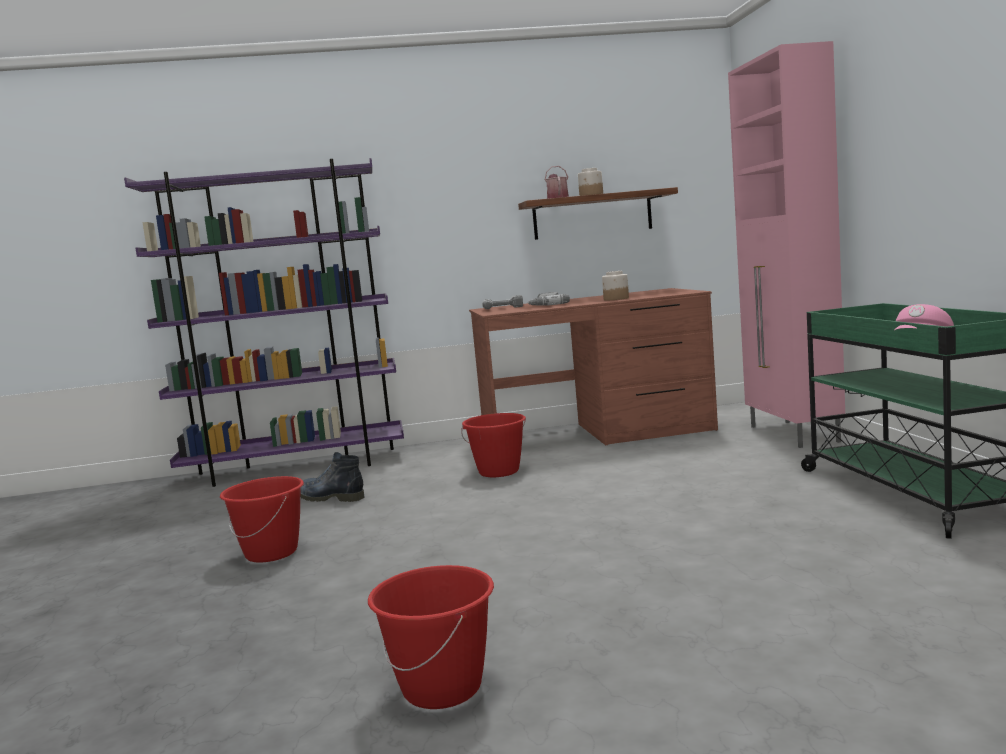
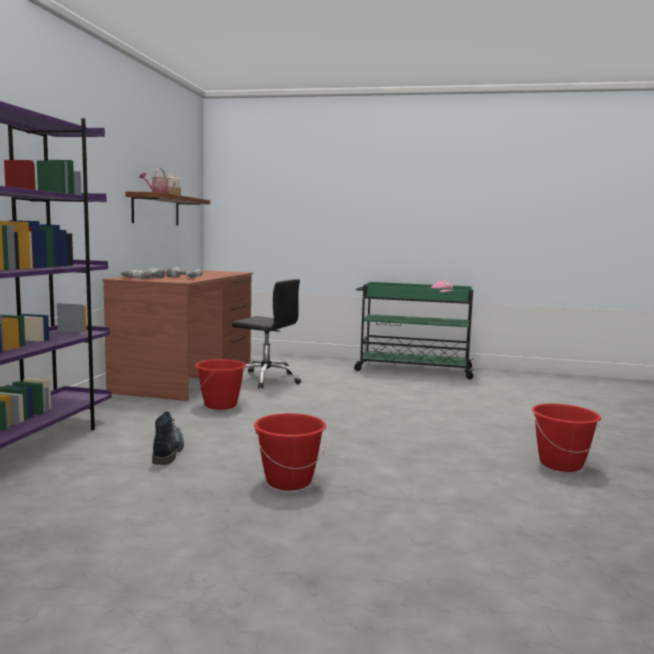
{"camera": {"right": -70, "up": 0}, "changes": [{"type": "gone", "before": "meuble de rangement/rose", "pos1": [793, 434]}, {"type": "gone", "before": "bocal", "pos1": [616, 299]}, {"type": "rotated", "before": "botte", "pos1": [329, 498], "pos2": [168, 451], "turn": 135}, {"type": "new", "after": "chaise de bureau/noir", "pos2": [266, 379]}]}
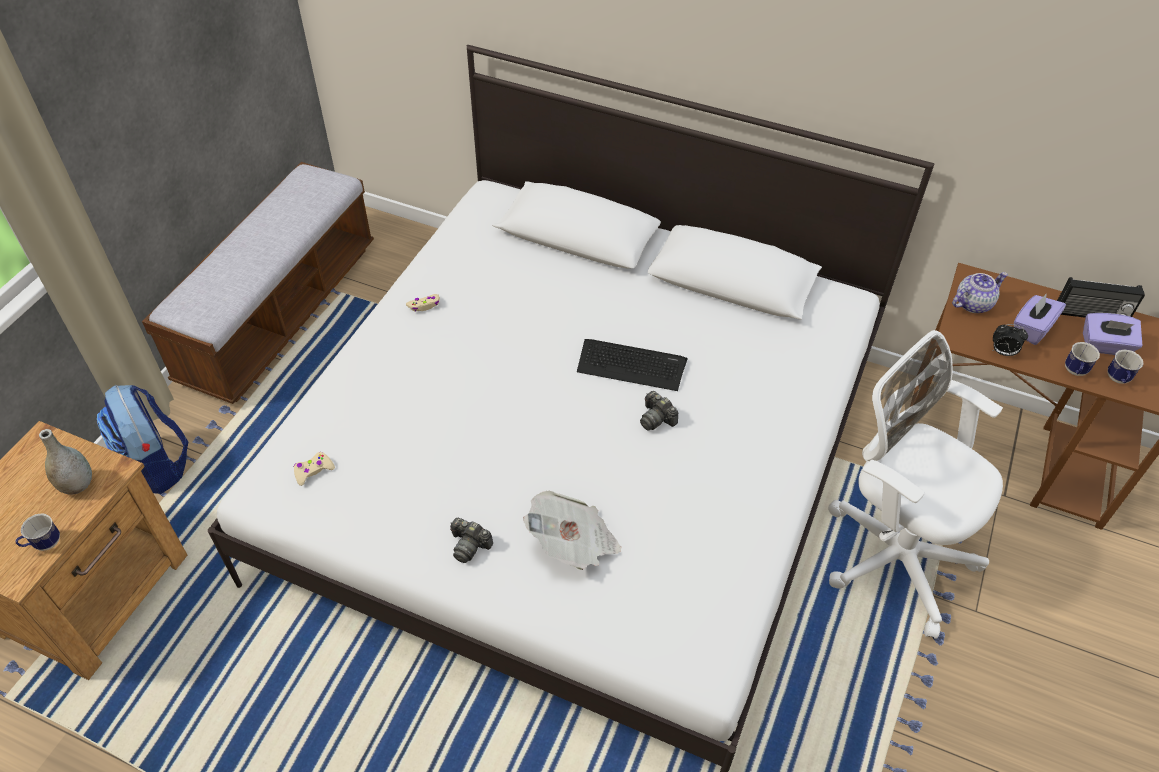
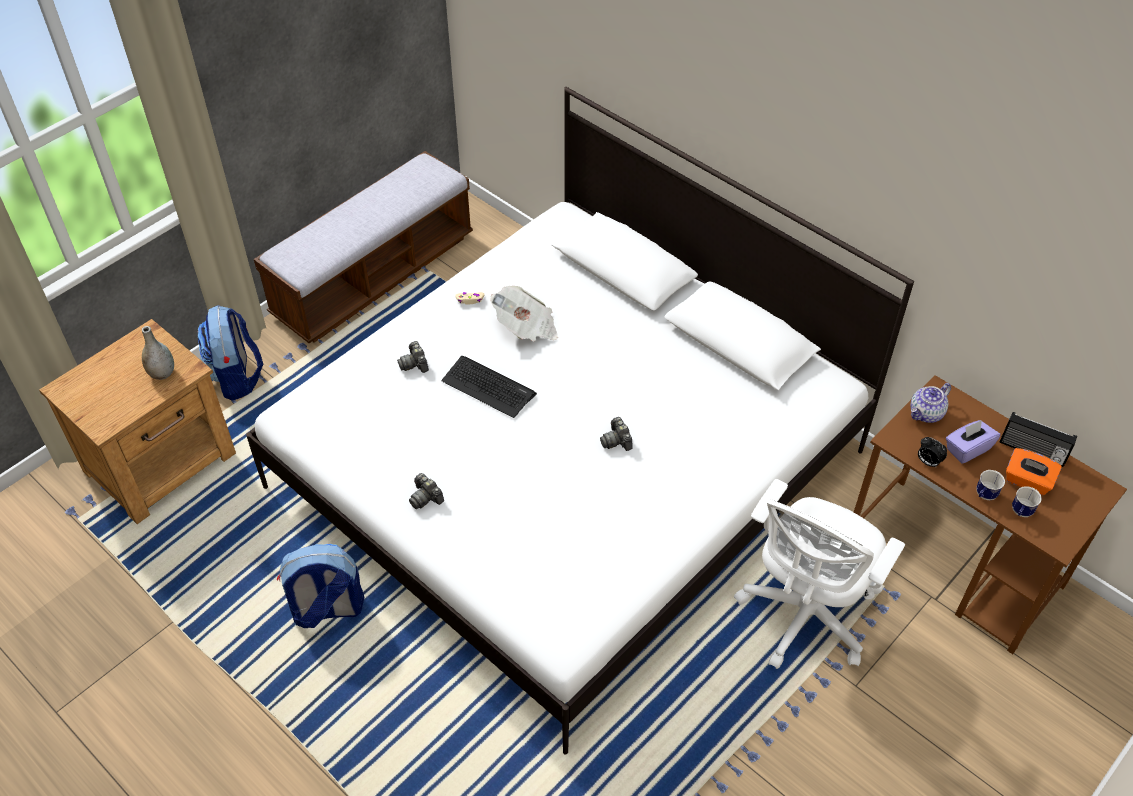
{"camera": {"right": 20, "up": 0}, "changes": [{"type": "rotated", "before": "théière", "pos1": [973, 303], "pos2": [926, 414], "turn": 150}, {"type": "repainted", "before": "boîte à mouchoirs/violet", "after": "boîte à mouchoirs/orange", "pos1": [1105, 346], "pos2": [1027, 481]}, {"type": "rotated", "before": "chaise de bureau/blanc", "pos1": [891, 553], "pos2": [804, 617], "turn": -120}, {"type": "shifted", "before": "clavier", "pos1": [631, 365], "pos2": [488, 387]}, {"type": "gone", "before": "manette/beige", "pos1": [313, 471]}, {"type": "shifted", "before": "journal", "pos1": [573, 544], "pos2": [526, 328]}, {"type": "gone", "before": "mug", "pos1": [44, 544]}, {"type": "new", "after": "appareil photo", "pos2": [414, 364]}, {"type": "new", "after": "sac à dos", "pos2": [327, 609]}]}
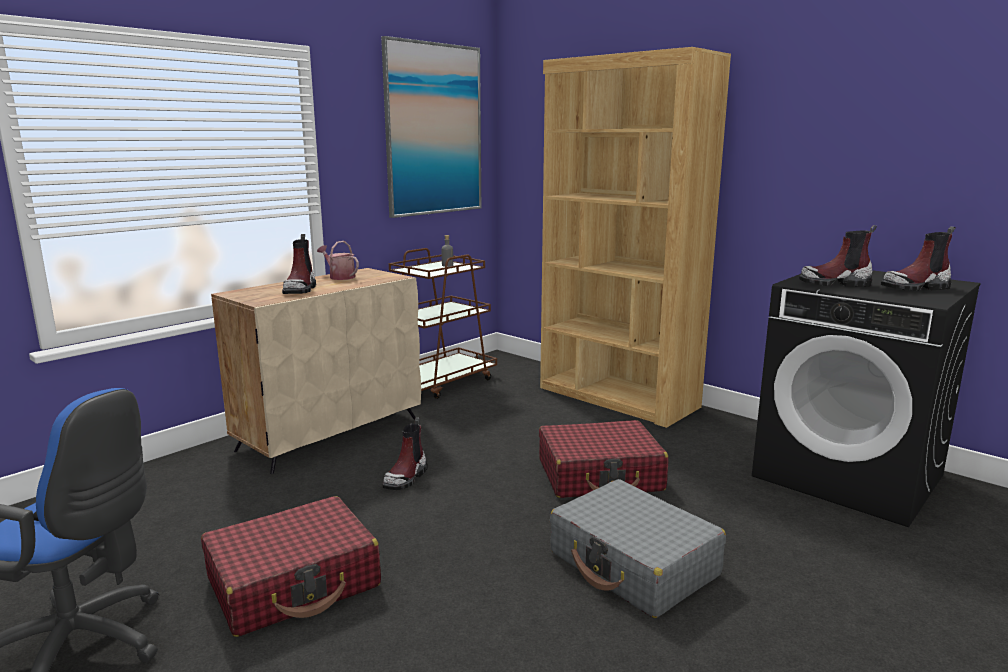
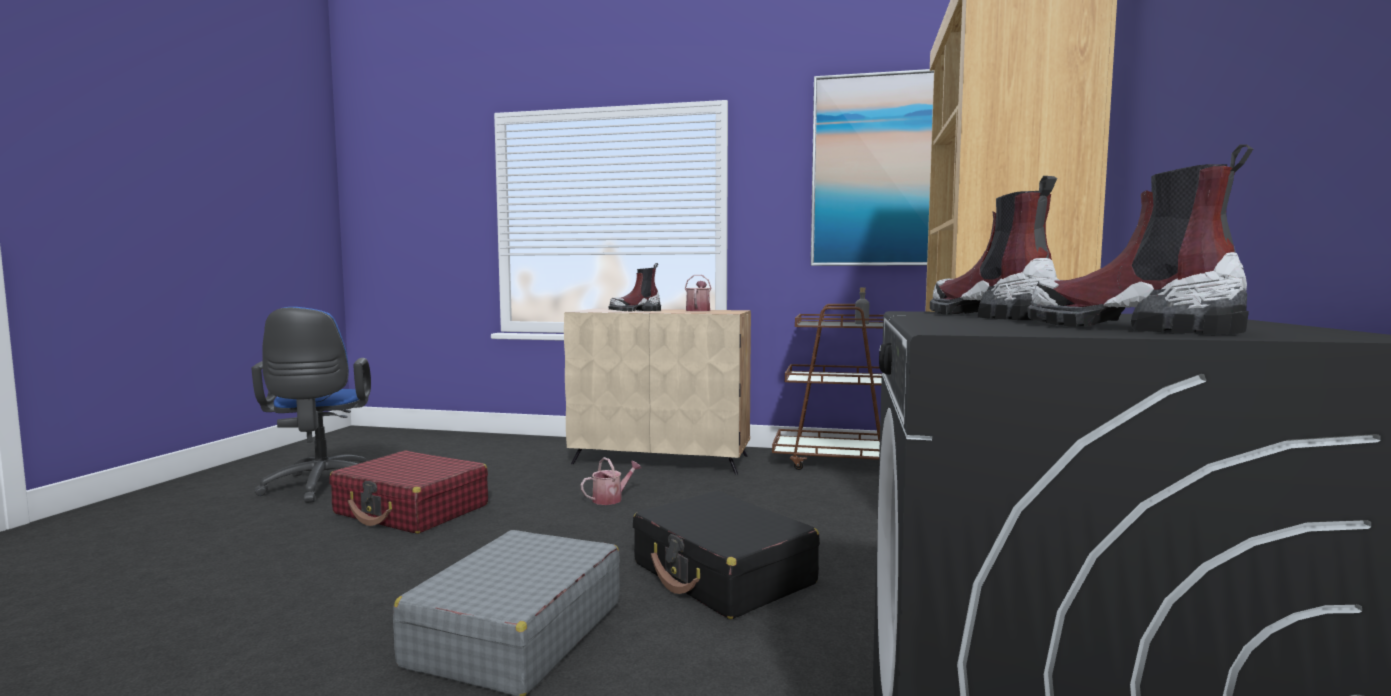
{"camera": {"right": 60, "up": -10}, "changes": [{"type": "swapped", "before": "botte", "after": "arrosoir", "pos1": [406, 477], "pos2": [611, 499]}, {"type": "repainted", "before": "valise/rouge", "after": "valise/noir", "pos1": [600, 475], "pos2": [723, 574]}]}
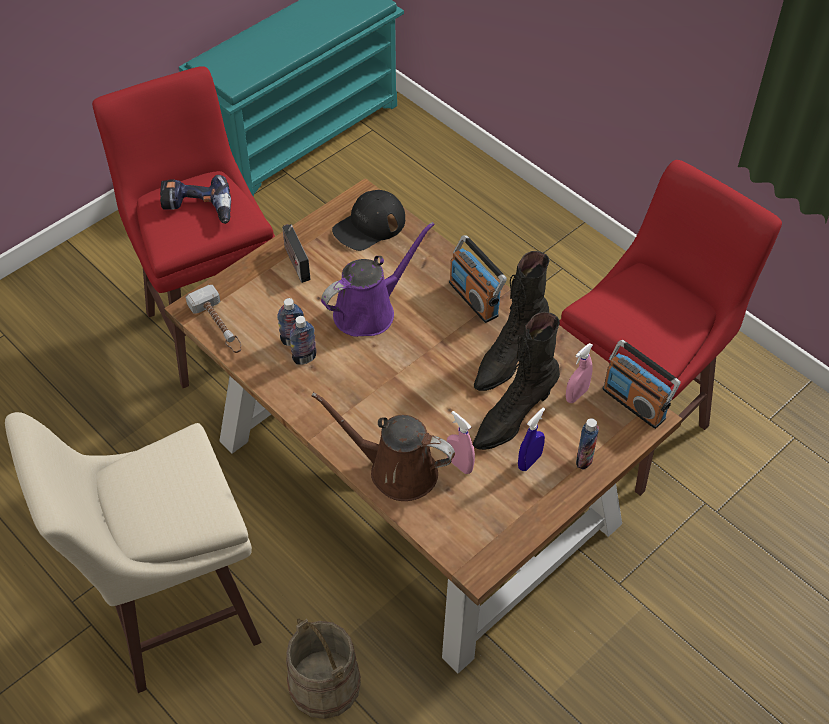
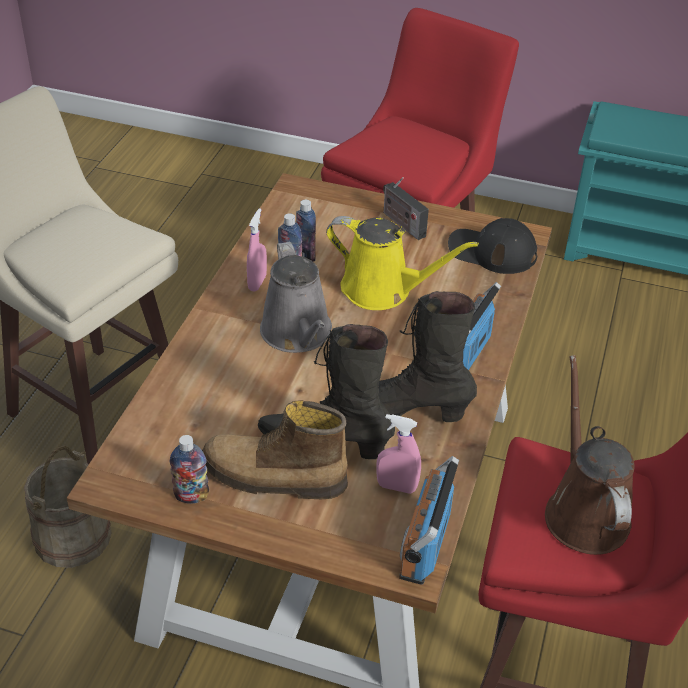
{"camera": {"right": 60, "up": -10}, "changes": [{"type": "gone", "before": "perceuse", "pos1": [197, 210]}, {"type": "repainted", "before": "arrosoir/violet", "after": "arrosoir/jaune", "pos1": [369, 311], "pos2": [383, 290]}, {"type": "rotated", "before": "radio", "pos1": [295, 262], "pos2": [401, 223], "turn": -75}, {"type": "gone", "before": "marteau", "pos1": [219, 326]}, {"type": "shifted", "before": "arrosoir/marron", "pos1": [396, 470], "pos2": [584, 511]}, {"type": "swapped", "before": "vaporisateur/bleu", "after": "botte", "pos1": [529, 461], "pos2": [273, 478]}, {"type": "shifted", "before": "vaporisateur/rose", "pos1": [459, 464], "pos2": [257, 283]}, {"type": "shifted", "before": "bouteille", "pos1": [584, 459], "pos2": [191, 496]}, {"type": "new", "after": "arrosoir/gris", "pos2": [298, 334]}]}
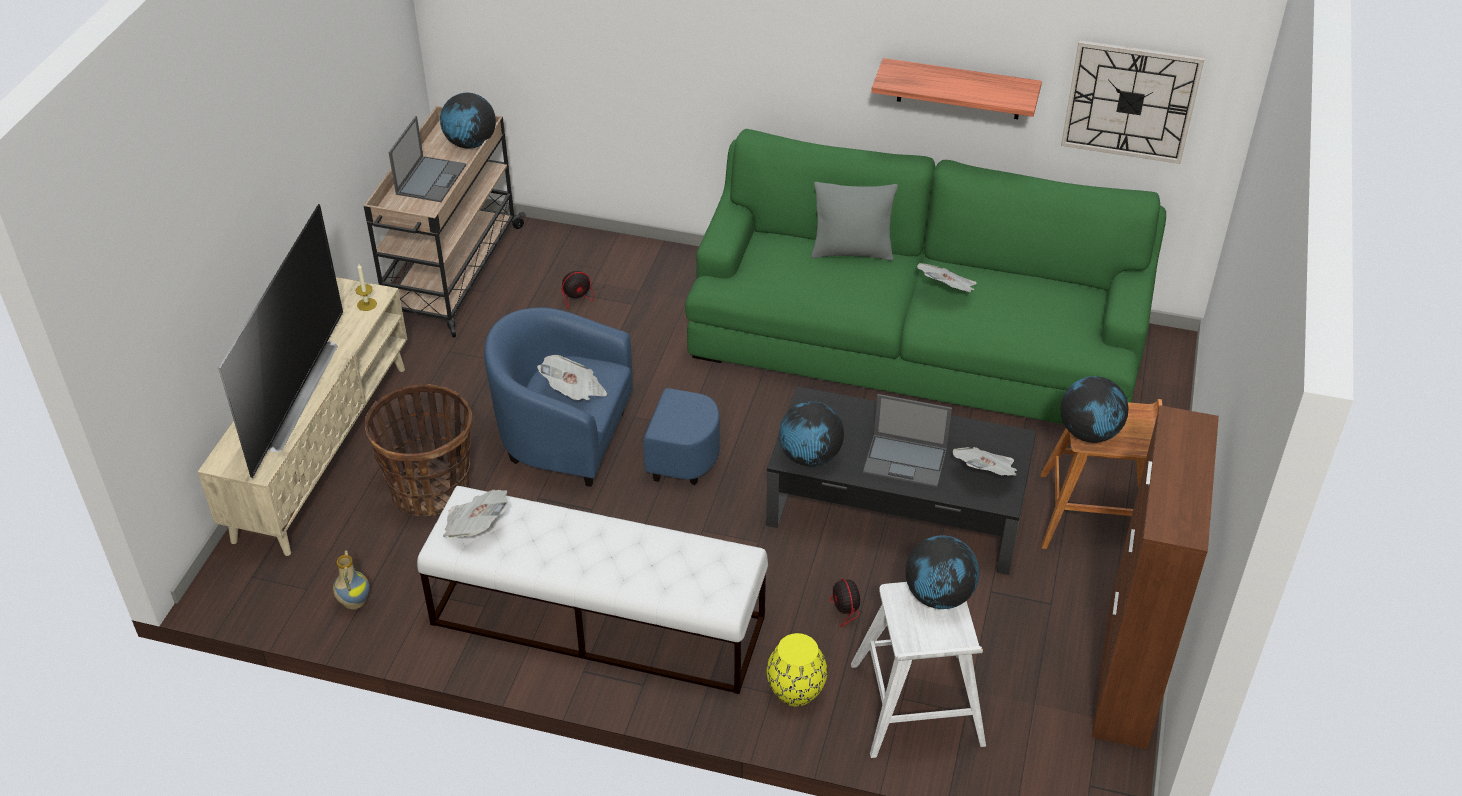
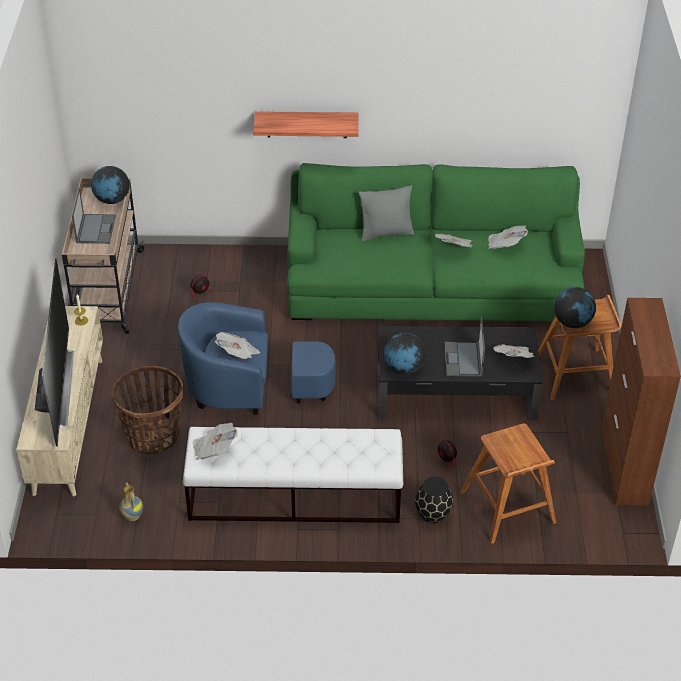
{"camera": {"right": -15, "up": 0}, "changes": [{"type": "gone", "before": "horloge murale", "pos1": [1130, 101]}, {"type": "shifted", "before": "étagère", "pos1": [959, 89], "pos2": [307, 124]}, {"type": "rotated", "before": "ordinateur portable", "pos1": [906, 460], "pos2": [463, 360], "turn": 90}, {"type": "gone", "before": "globe", "pos1": [939, 596]}, {"type": "repainted", "before": "tabouret/blanc", "after": "tabouret/marron", "pos1": [917, 705], "pos2": [508, 508]}, {"type": "repainted", "before": "vase/jaune", "after": "vase/noir", "pos1": [795, 692], "pos2": [432, 514]}, {"type": "new", "after": "journal", "pos2": [505, 245]}]}
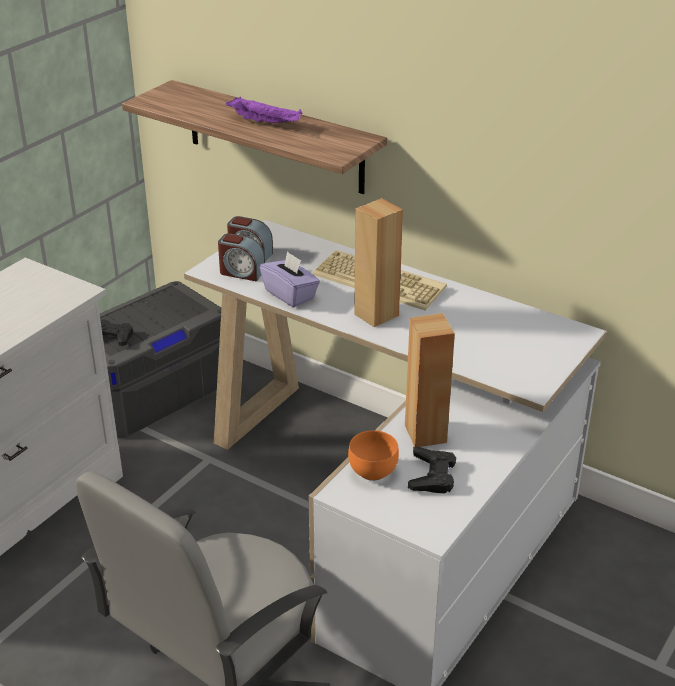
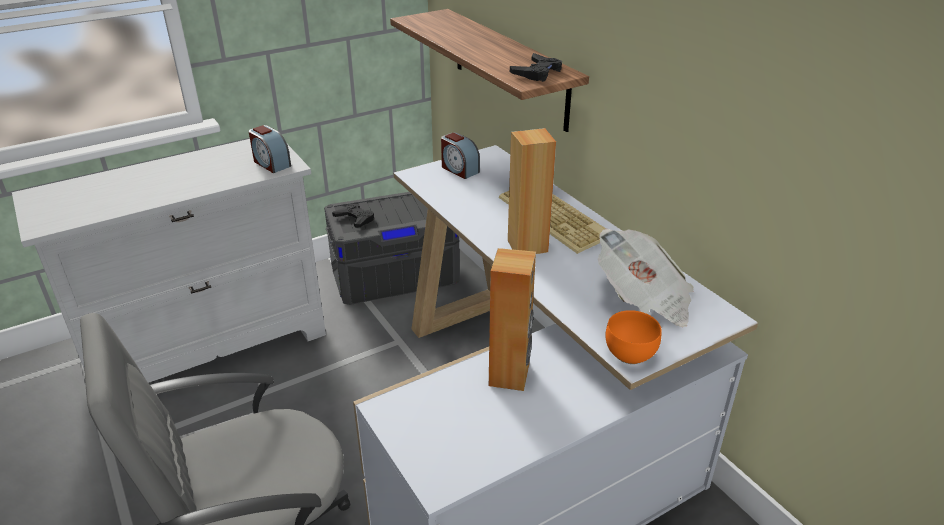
{"camera": {"right": 25, "up": 0}, "changes": [{"type": "gone", "before": "plateau/violet", "pos1": [266, 123]}, {"type": "shifted", "before": "réveil", "pos1": [241, 272], "pos2": [271, 163]}, {"type": "gone", "before": "boîte à mouchoirs/violet", "pos1": [290, 294]}, {"type": "shifted", "before": "bol/orange", "pos1": [371, 472], "pos2": [628, 355]}, {"type": "shifted", "before": "manette/noir", "pos1": [432, 475], "pos2": [537, 73]}, {"type": "new", "after": "journal", "pos2": [644, 299]}]}
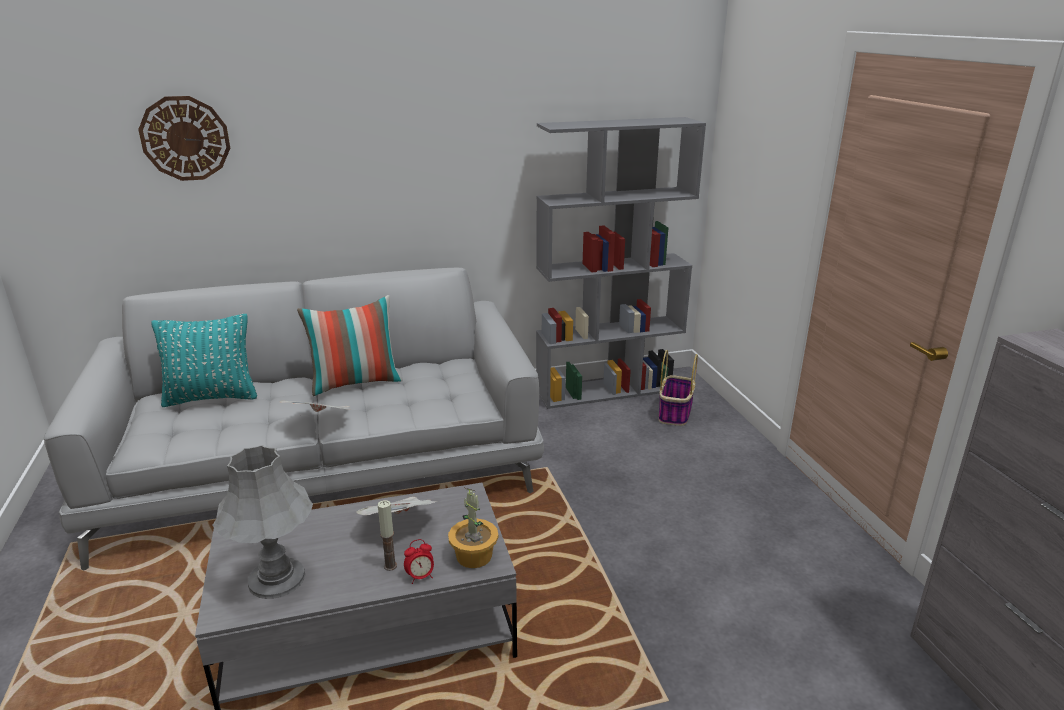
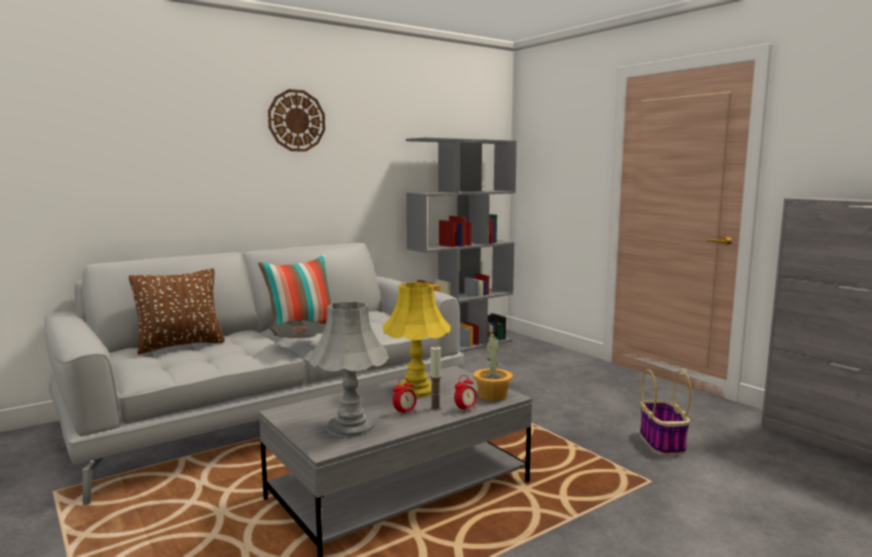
{"camera": {"right": -20, "up": -15}, "changes": [{"type": "shifted", "before": "horloge murale", "pos1": [185, 138], "pos2": [296, 120]}, {"type": "repainted", "before": "coussin/turquoise", "after": "coussin/marron", "pos1": [212, 397], "pos2": [180, 345]}, {"type": "shifted", "before": "panier", "pos1": [675, 413], "pos2": [662, 443]}, {"type": "swapped", "before": "journal", "after": "lampe de table/jaune", "pos1": [399, 523], "pos2": [416, 389]}, {"type": "new", "after": "réveil", "pos2": [405, 412]}]}
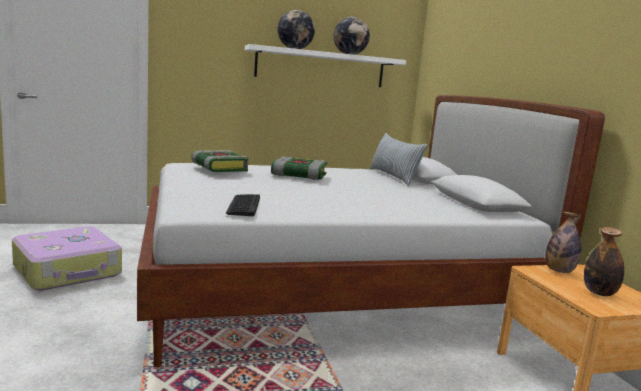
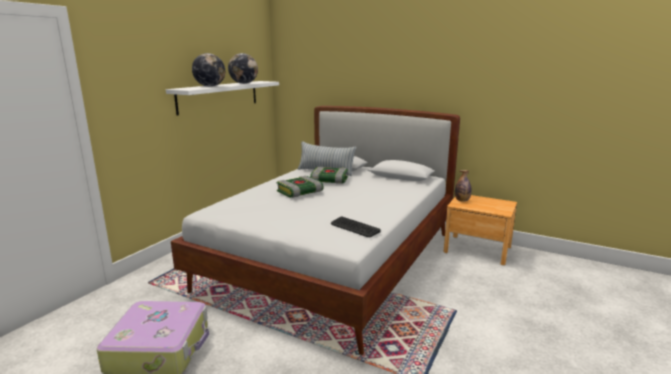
{"camera": {"right": -45, "up": 5}, "changes": [{"type": "shifted", "before": "livre", "pos1": [218, 168], "pos2": [328, 180]}, {"type": "gone", "before": "bouteille", "pos1": [599, 293]}]}
